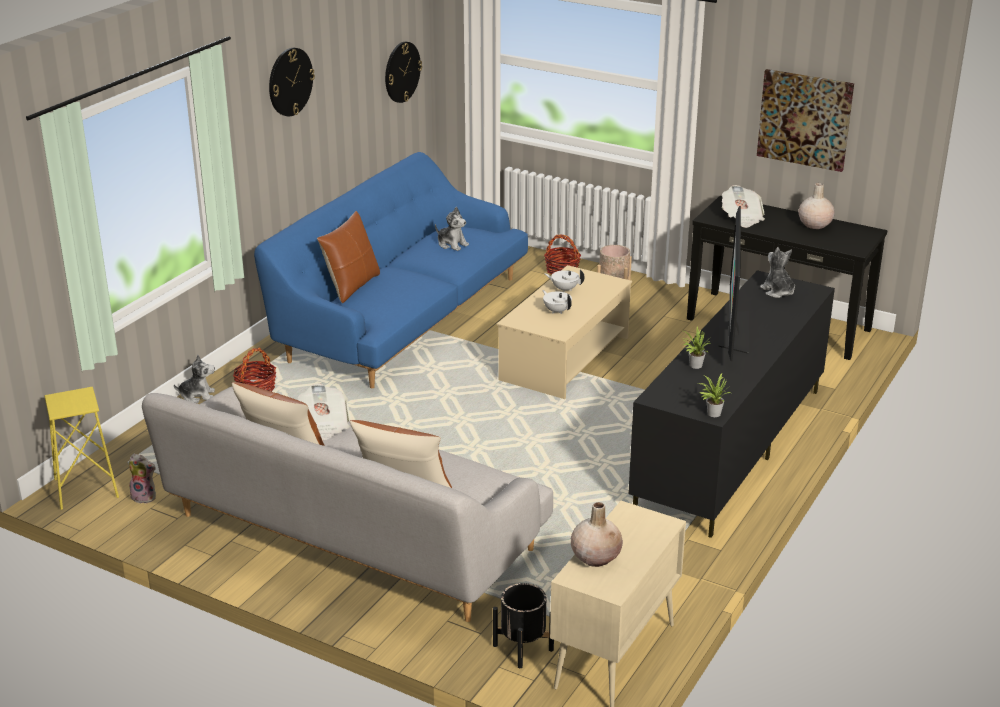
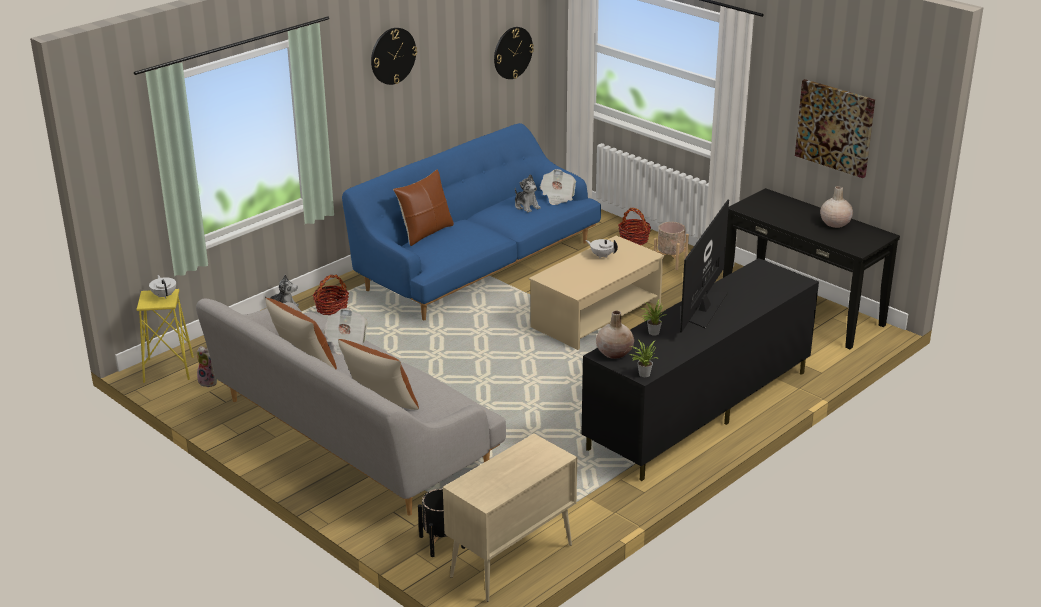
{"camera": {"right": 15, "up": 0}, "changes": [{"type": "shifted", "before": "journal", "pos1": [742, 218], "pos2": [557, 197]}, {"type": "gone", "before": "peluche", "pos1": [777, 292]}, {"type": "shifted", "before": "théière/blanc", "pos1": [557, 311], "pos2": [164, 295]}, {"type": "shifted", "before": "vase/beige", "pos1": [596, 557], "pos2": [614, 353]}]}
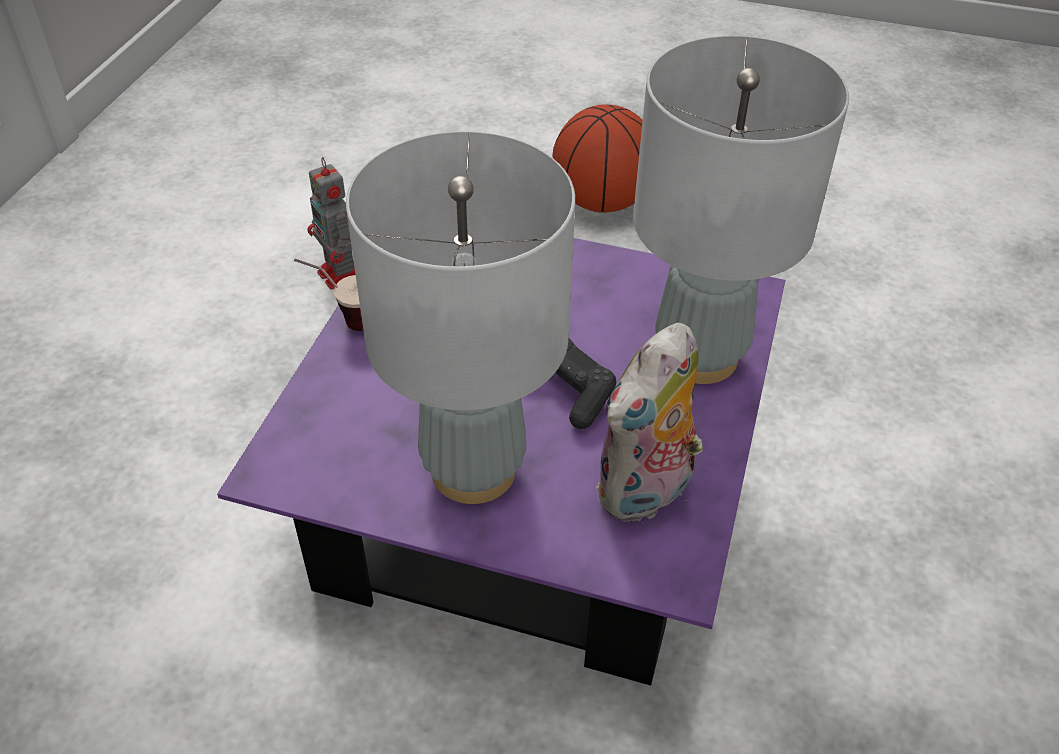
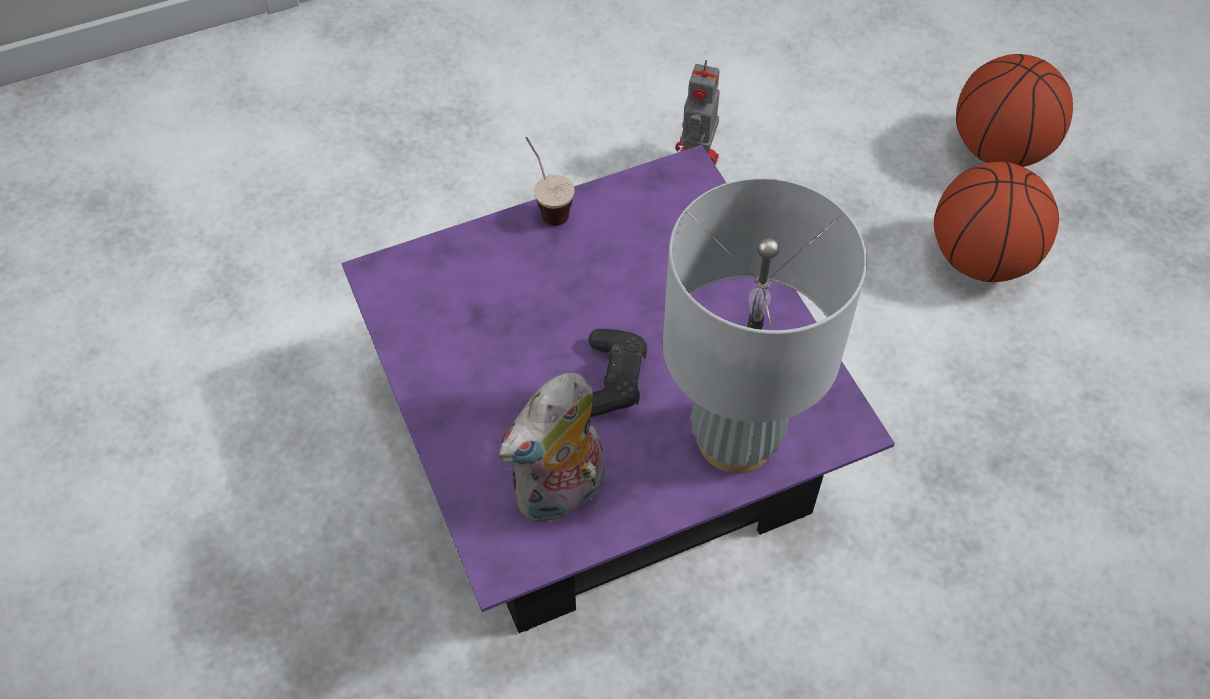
{"camera": {"right": 50, "up": 10}, "changes": [{"type": "gone", "before": "lampe de table/gris", "pos1": [473, 471]}, {"type": "rotated", "before": "peluche", "pos1": [646, 493], "pos2": [561, 495], "turn": -45}, {"type": "new", "after": "ballon de basket", "pos2": [998, 150]}]}
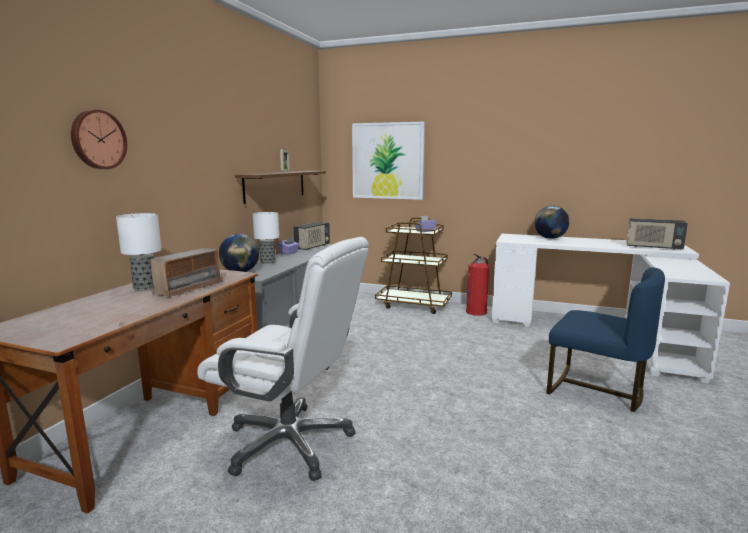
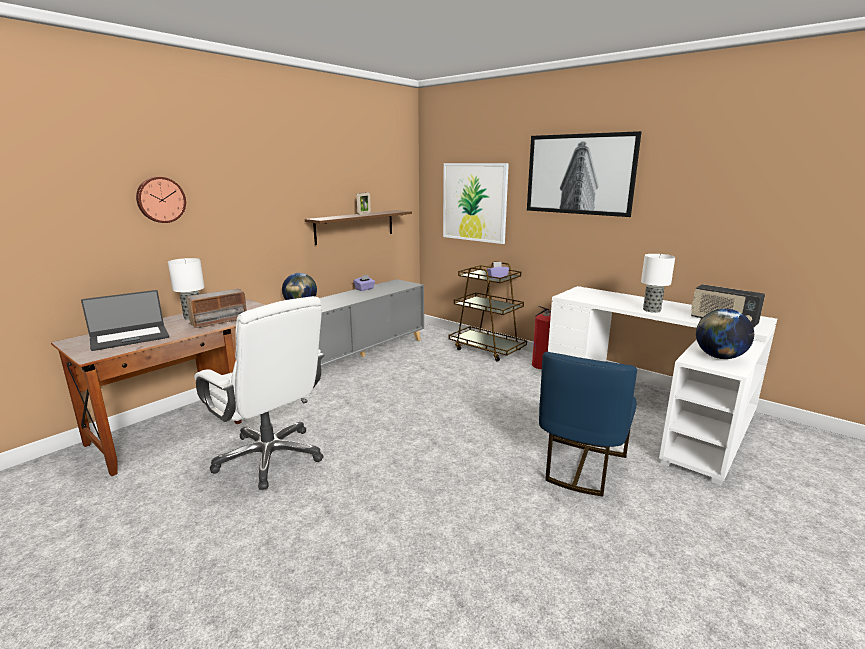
{"camera": {"right": 20, "up": 5}, "changes": [{"type": "shifted", "before": "globe", "pos1": [550, 238], "pos2": [719, 357]}, {"type": "shifted", "before": "lampe de table", "pos1": [268, 262], "pos2": [652, 310]}, {"type": "gone", "before": "radio", "pos1": [312, 247]}, {"type": "rotated", "before": "chaise/bleu", "pos1": [596, 389], "pos2": [580, 466], "turn": 60}, {"type": "new", "after": "tableau", "pos2": [579, 174]}, {"type": "new", "after": "ordinateur portable", "pos2": [130, 338]}]}
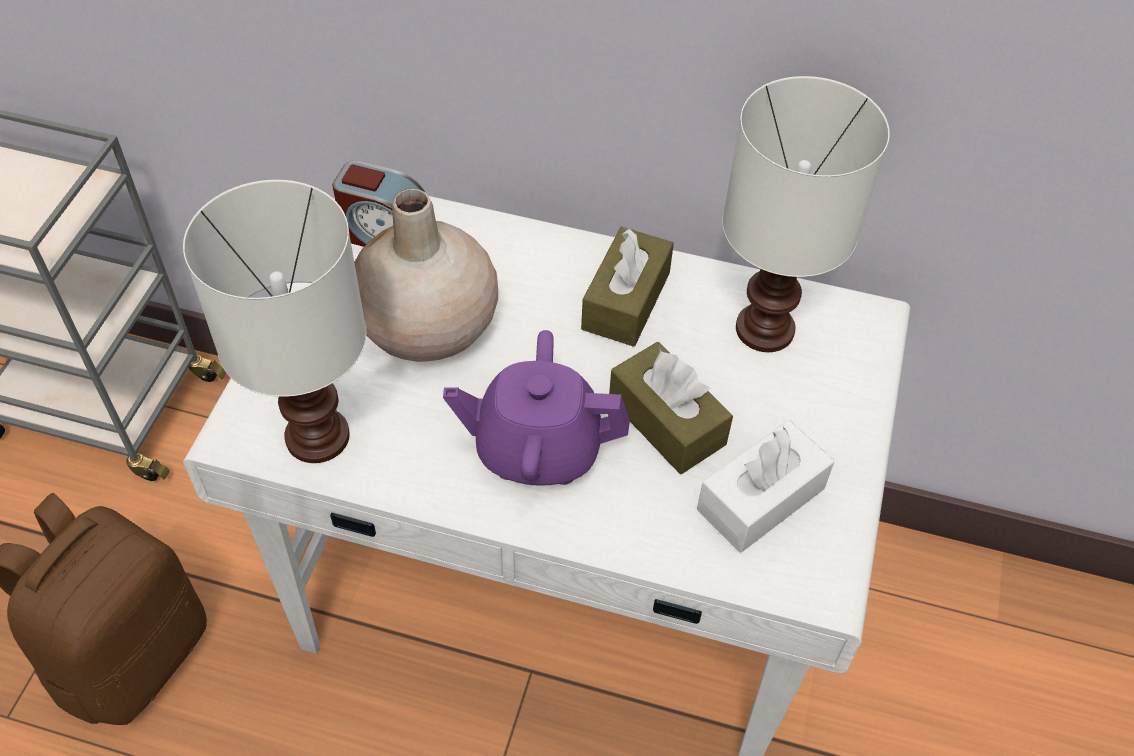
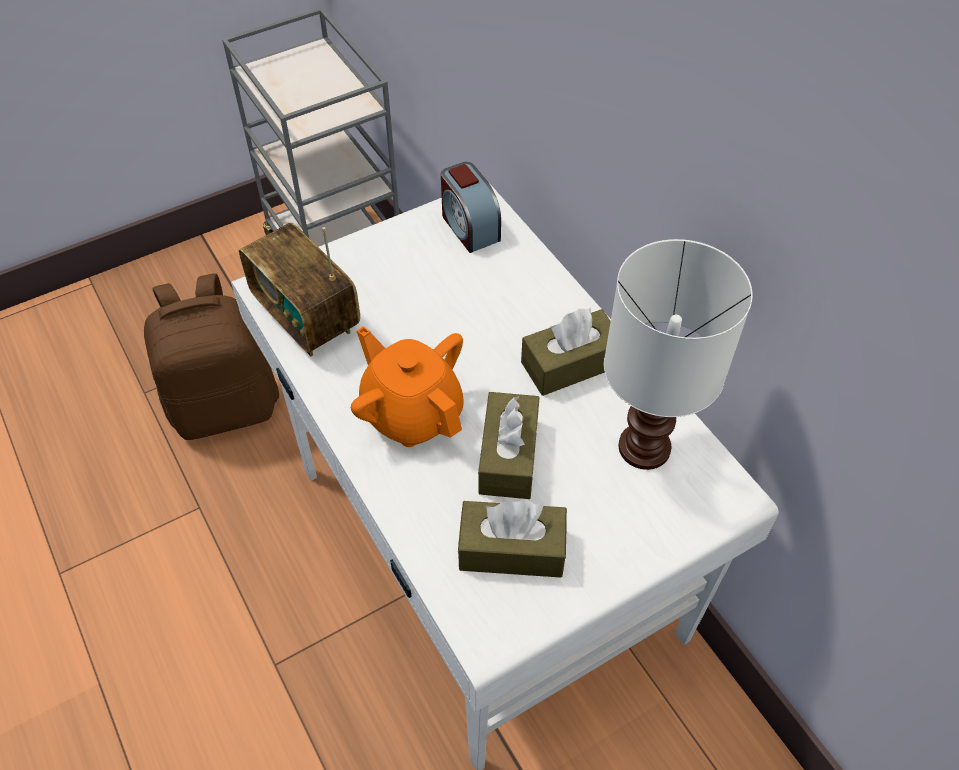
{"camera": {"right": 45, "up": 0}, "changes": [{"type": "swapped", "before": "lampe de table/blanc", "after": "radio", "pos1": [320, 435], "pos2": [307, 317]}, {"type": "gone", "before": "vase/beige", "pos1": [427, 327]}, {"type": "repainted", "before": "théière/violet", "after": "théière/orange", "pos1": [537, 449], "pos2": [412, 413]}, {"type": "repainted", "before": "boîte à mouchoirs/blanc", "after": "boîte à mouchoirs/marron", "pos1": [760, 499], "pos2": [511, 549]}]}
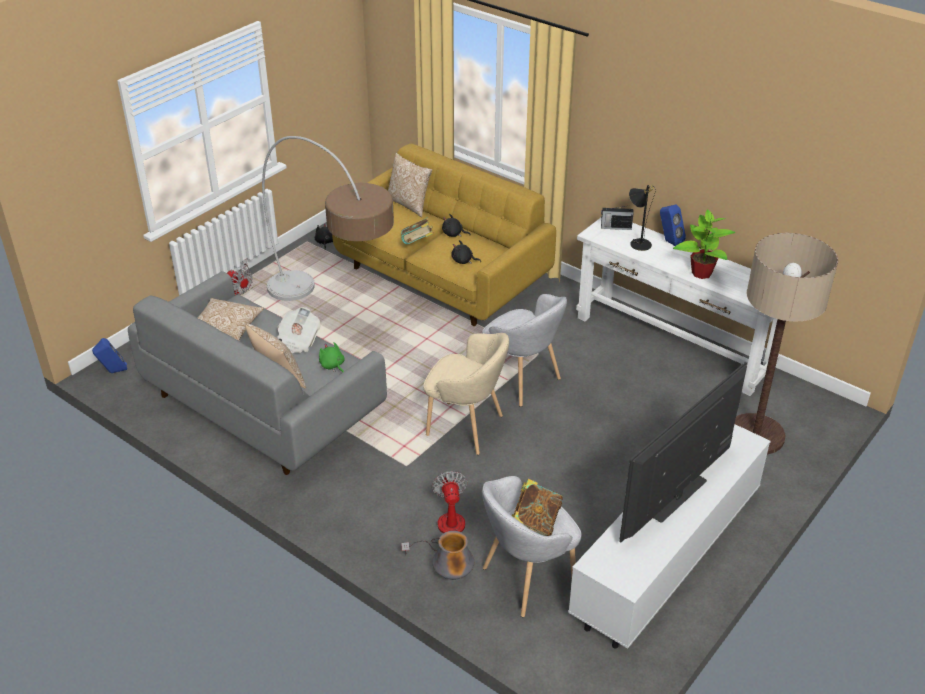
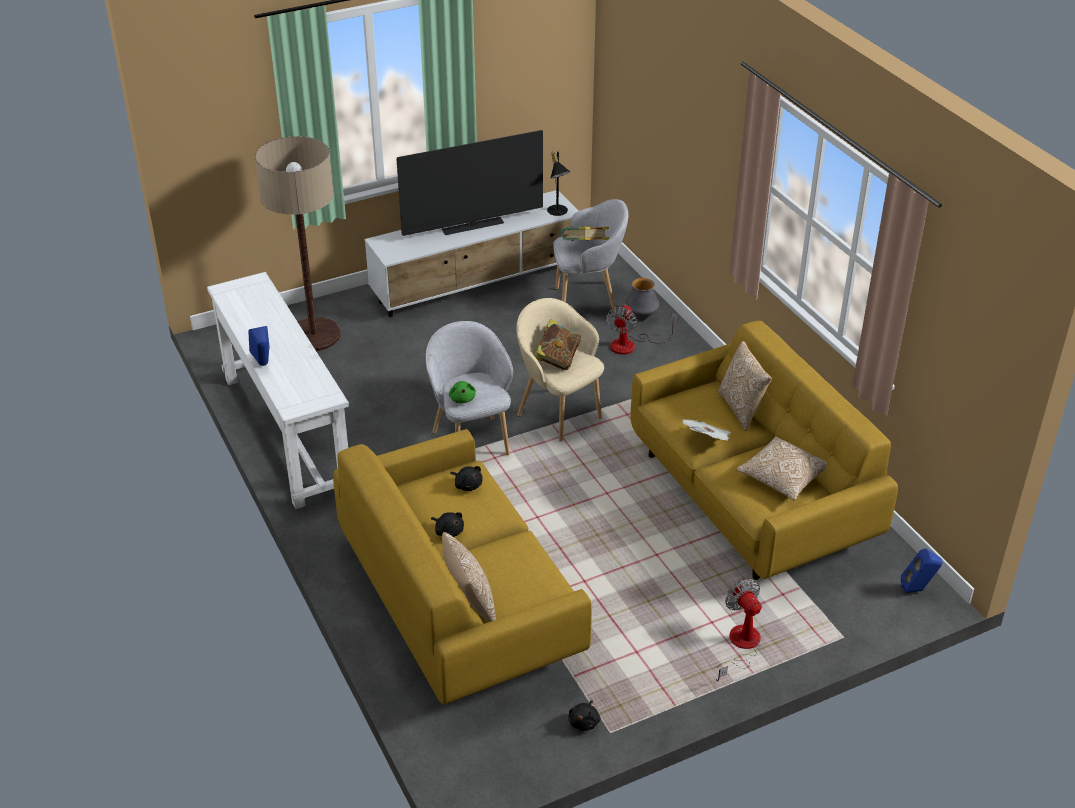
{"camera": {"right": -155, "up": 0}, "changes": [{"type": "gone", "before": "lampadaire", "pos1": [335, 314]}, {"type": "shifted", "before": "lampe de table/noir", "pos1": [638, 242], "pos2": [558, 212]}, {"type": "gone", "before": "radio", "pos1": [615, 227]}, {"type": "gone", "before": "plante en pot", "pos1": [701, 273]}, {"type": "shifted", "before": "livre", "pos1": [417, 244], "pos2": [557, 359]}, {"type": "repainted", "before": "canapé/gris", "after": "canapé/jaune", "pos1": [263, 404], "pos2": [750, 497]}, {"type": "shifted", "before": "peluche/vert", "pos1": [332, 366], "pos2": [462, 398]}]}
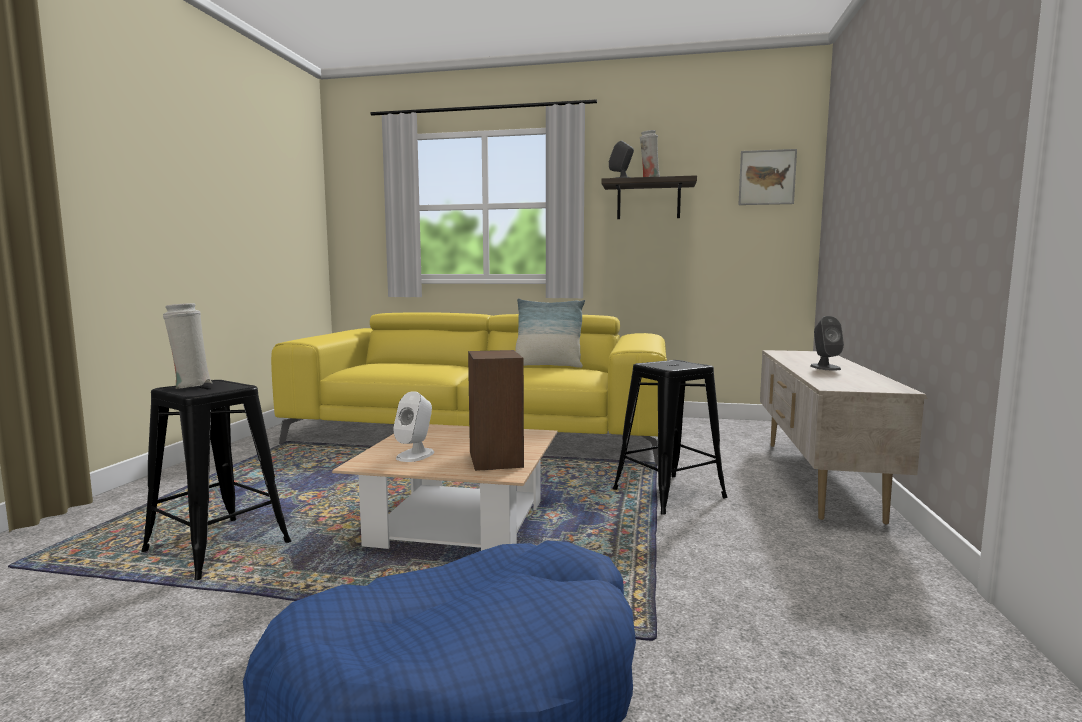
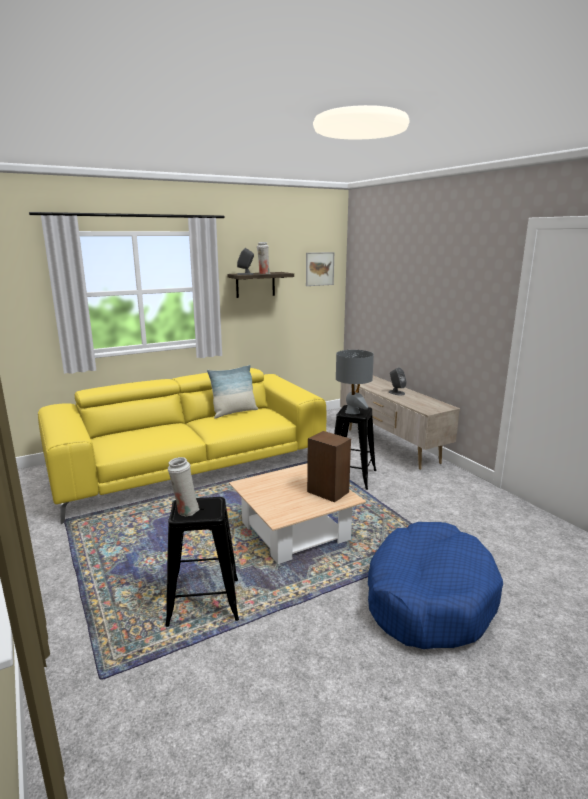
{"camera": {"right": -40, "up": 10}, "changes": [{"type": "gone", "before": "enceinte/blanc", "pos1": [415, 455]}, {"type": "new", "after": "lampe de table/gris", "pos2": [352, 412]}]}
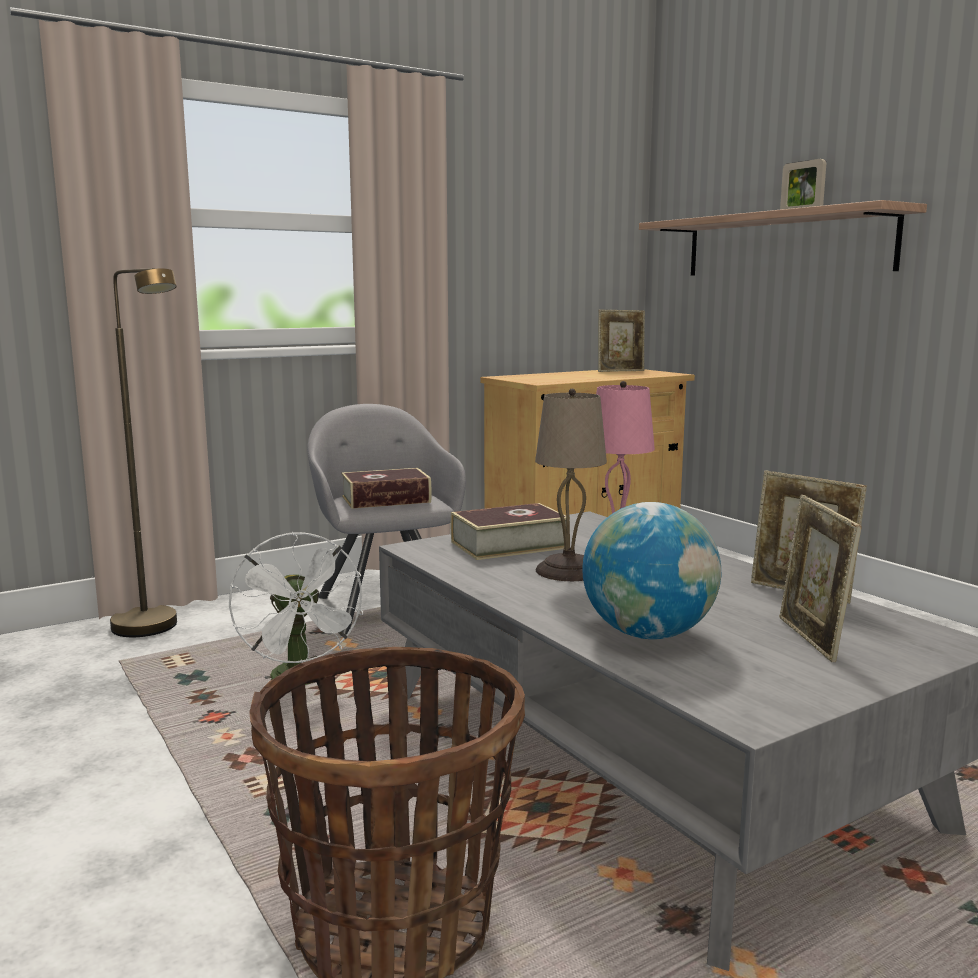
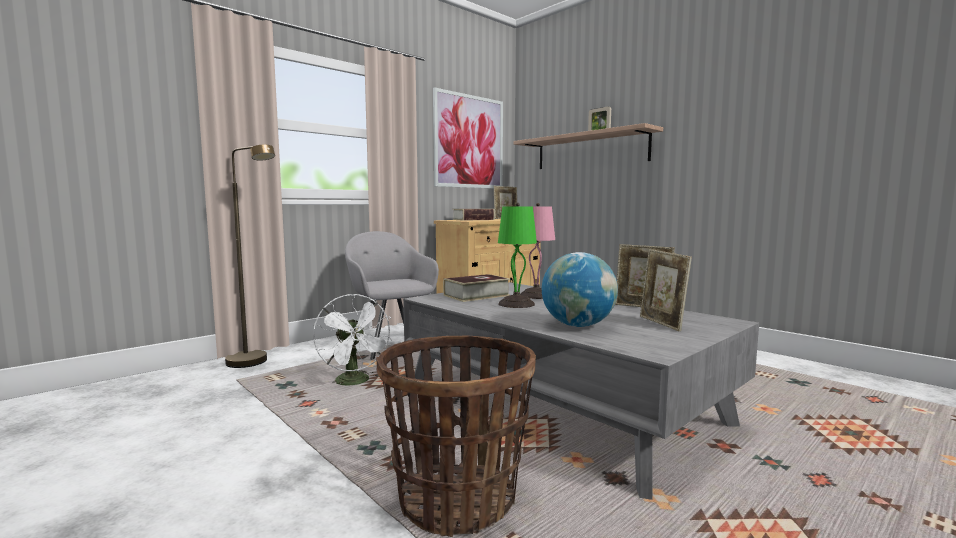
{"camera": {"right": -10, "up": -5}, "changes": [{"type": "repainted", "before": "lampe de table/beige", "after": "lampe de table/vert", "pos1": [570, 571], "pos2": [517, 304]}, {"type": "shifted", "before": "livre", "pos1": [386, 499], "pos2": [473, 219]}, {"type": "new", "after": "tableau", "pos2": [469, 142]}]}
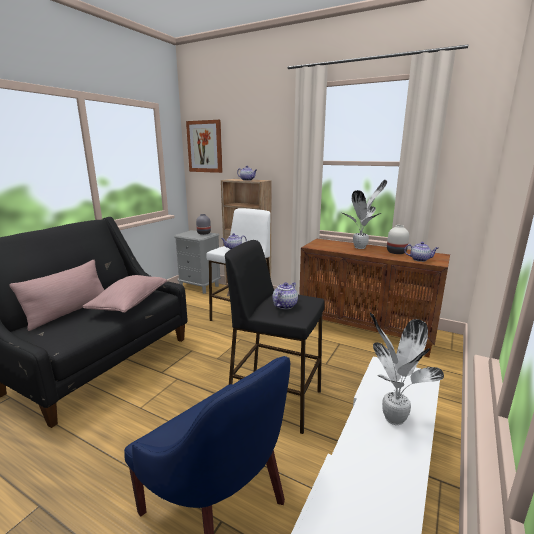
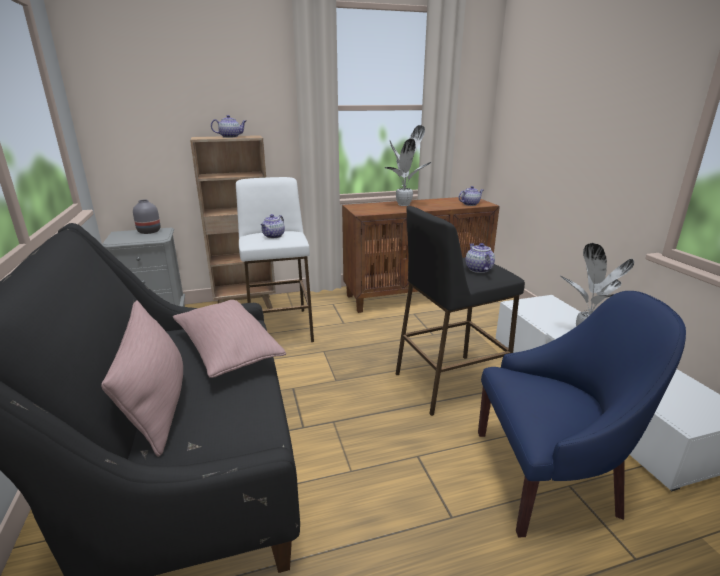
{"camera": {"right": -45, "up": 5}, "changes": [{"type": "gone", "before": "tableau", "pos1": [205, 146]}, {"type": "gone", "before": "vase/blanc", "pos1": [396, 252]}]}
